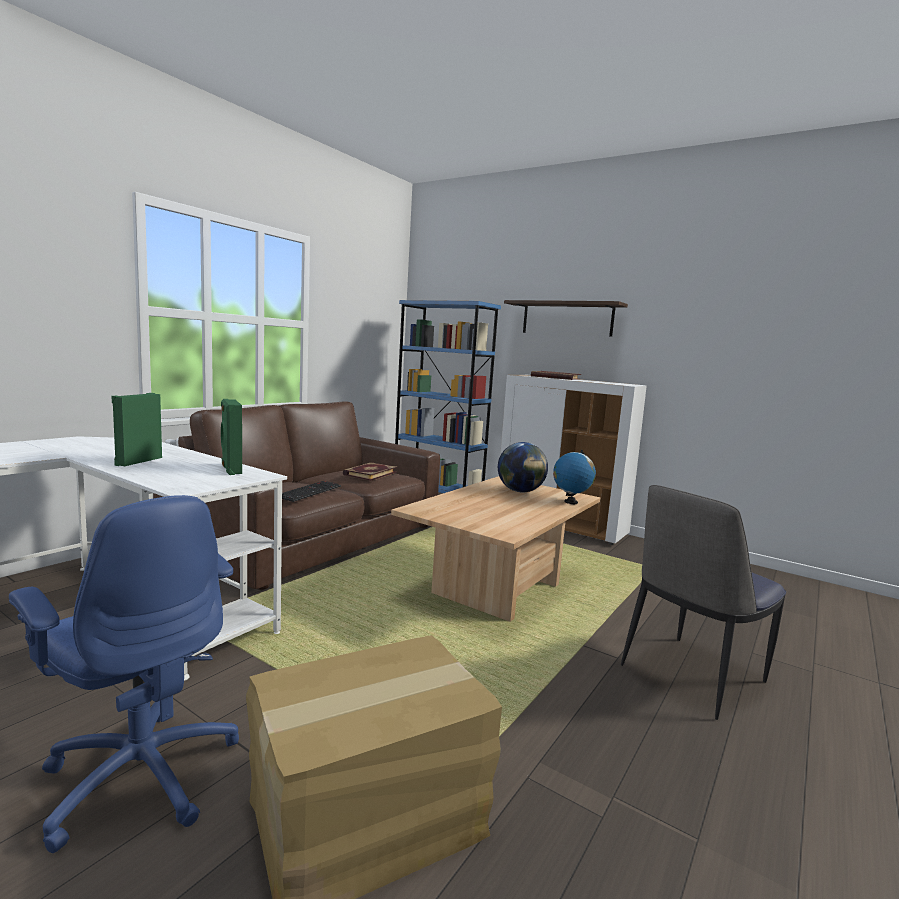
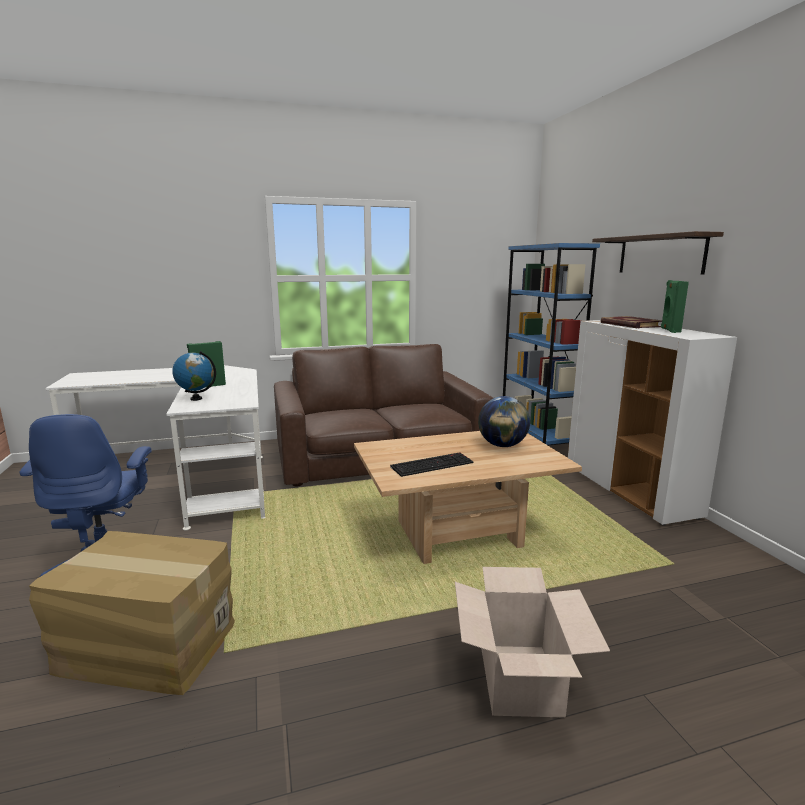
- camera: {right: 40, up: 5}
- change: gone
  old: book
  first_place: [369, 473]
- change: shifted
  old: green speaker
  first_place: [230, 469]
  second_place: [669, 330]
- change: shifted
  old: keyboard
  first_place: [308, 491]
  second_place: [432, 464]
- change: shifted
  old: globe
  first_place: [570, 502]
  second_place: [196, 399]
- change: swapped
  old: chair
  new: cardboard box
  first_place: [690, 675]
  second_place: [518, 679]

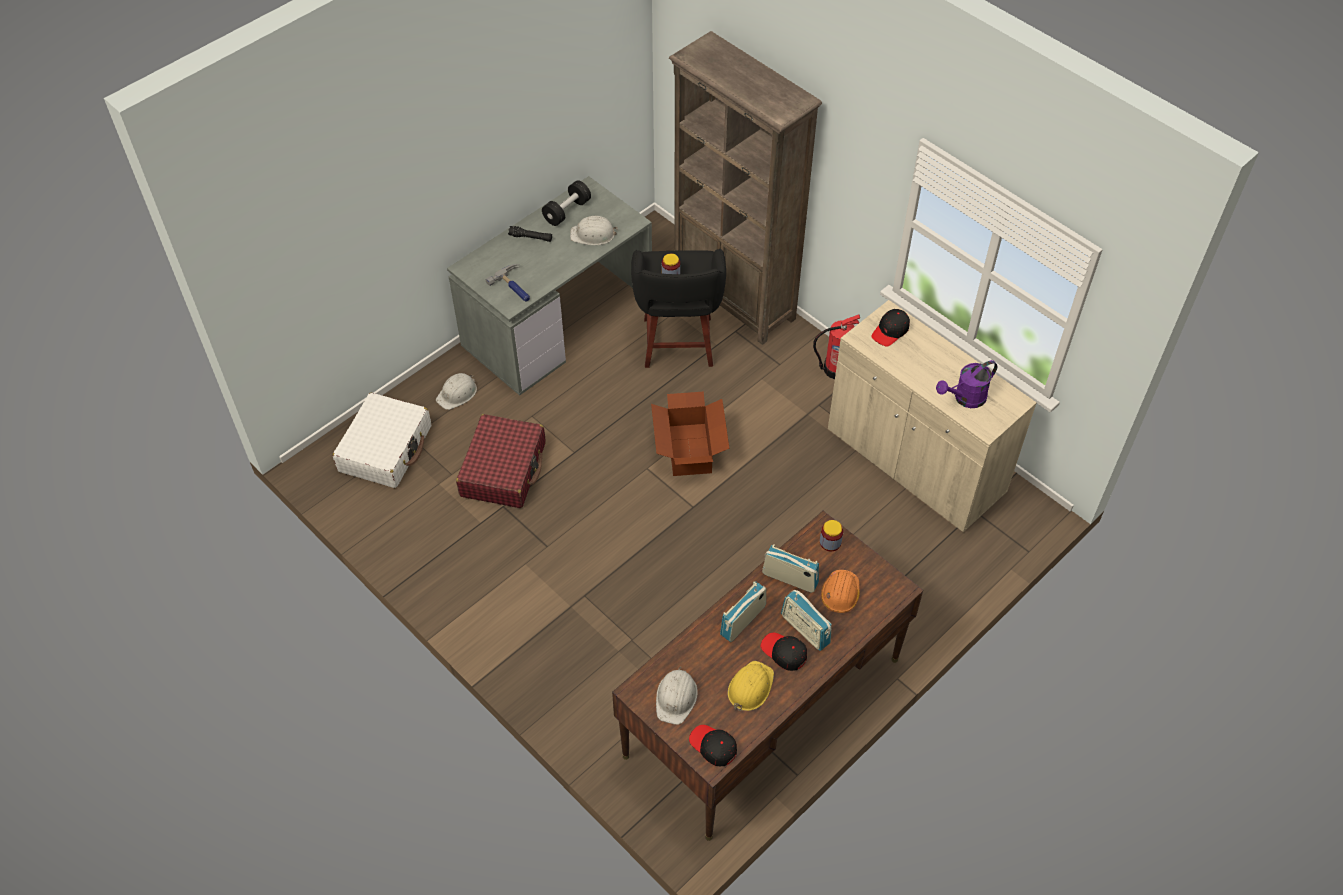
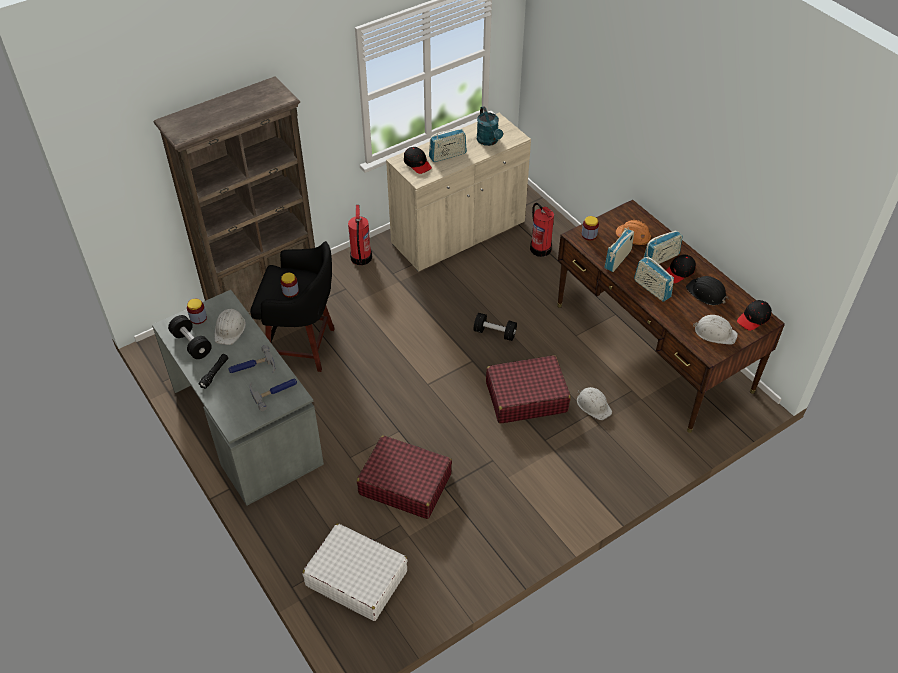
- camera: {right: -80, up: -5}
- change: gone
  old: cardboard box
  first_place: [690, 449]
- change: new
  new: jar
  second_place: [198, 318]
- change: new
  new: hammer
  second_place: [252, 367]
- change: new
  new: radio
  second_place: [447, 155]
- change: new
  new: black dumbbell
  second_place: [495, 333]
- change: new
  new: red suitcase
  second_place: [526, 397]
- change: new
  new: fire extinguisher
  second_place: [540, 248]
- change: shifted
  old: white hard hat
  first_place: [457, 393]
  second_place: [593, 405]
- change: repainted
  old: yellow hard hat
  new: black hard hat
  first_place: [750, 687]
  second_place: [706, 293]
- change: repainted
  old: purple watering can
  new: turquoise watering can
  first_place: [965, 399]
  second_place: [489, 141]

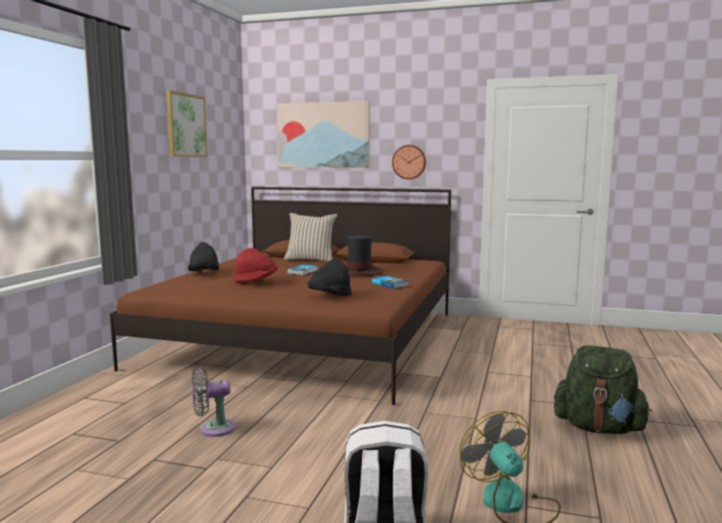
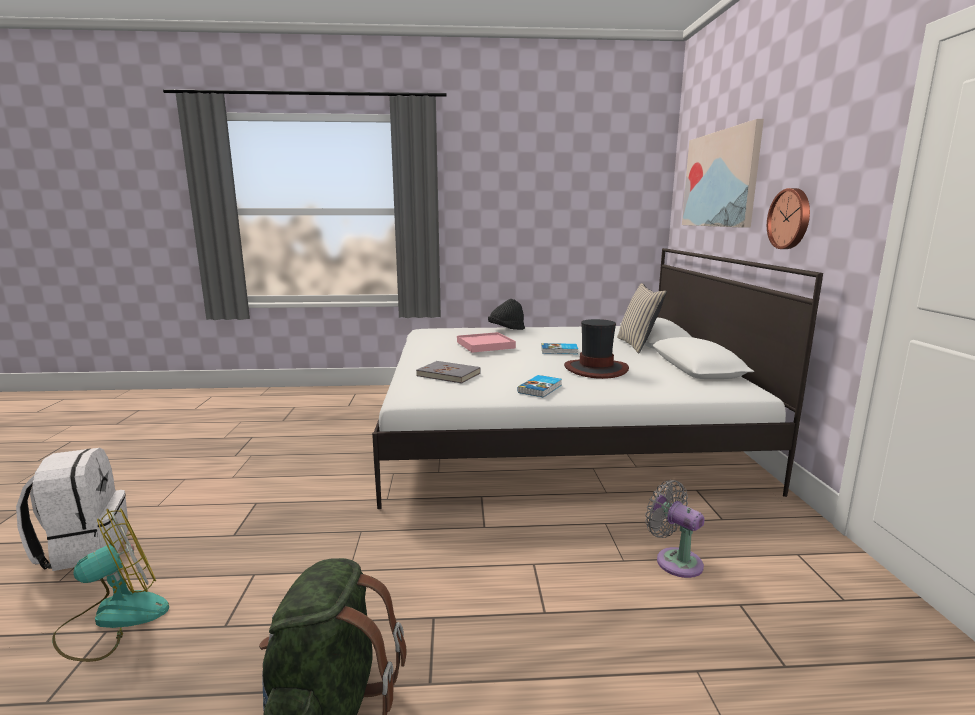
- camera: {right: 70, up: 5}
- change: gone
  old: picture
  first_place: [185, 125]
- change: shifted
  old: grey fan
  first_place: [213, 429]
  second_place: [674, 560]
- change: swapped
  old: red hat
  new: pink tray
  first_place: [256, 281]
  second_place: [485, 345]
- change: swapped
  old: black hat
  new: grey book
  first_place: [330, 296]
  second_place: [448, 374]
- change: repainted
  old: brown bed
  new: white bed
  first_place: [306, 338]
  second_place: [553, 429]

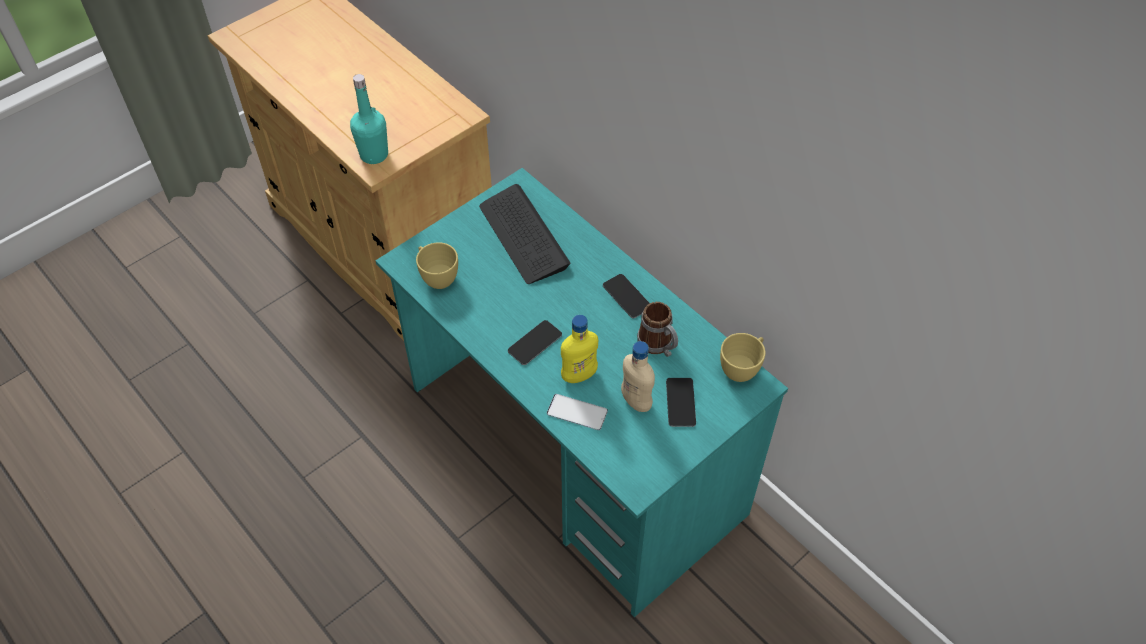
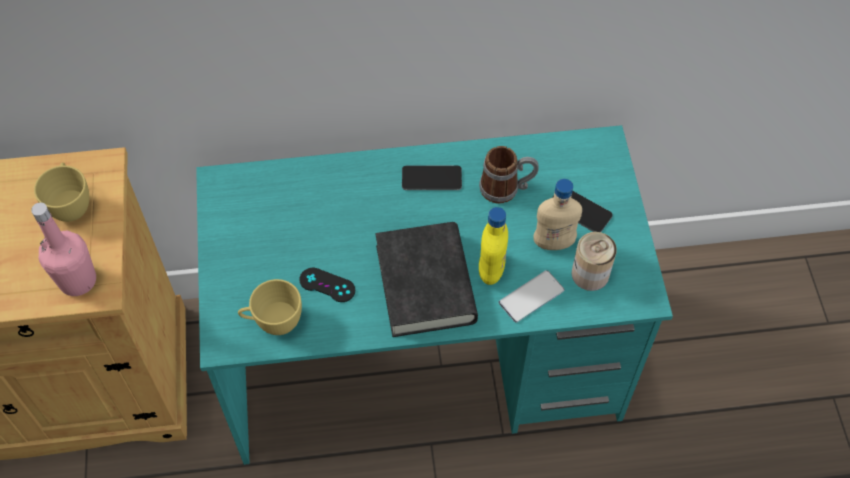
- camera: {right: -55, up: 5}
- change: gone
  old: keyboard
  first_place: [523, 236]
- change: new
  new: black game controller
  second_place: [327, 285]
- change: new
  new: can
  second_place: [590, 274]
- change: shifted
  old: yellow cup
  first_place: [742, 368]
  second_place: [71, 204]
- change: swapped
  old: phone
  new: black book
  first_place: [535, 343]
  second_place: [425, 284]
- change: repainted
  old: turquoise bottle
  new: pink bottle
  first_place: [374, 155]
  second_place: [78, 280]

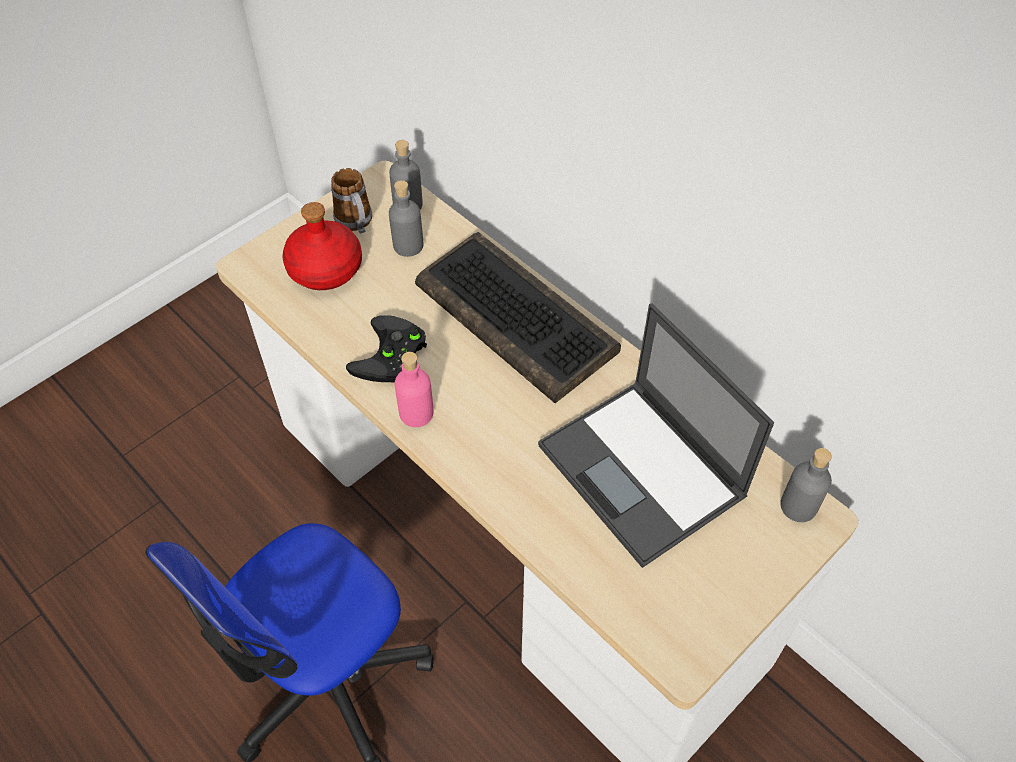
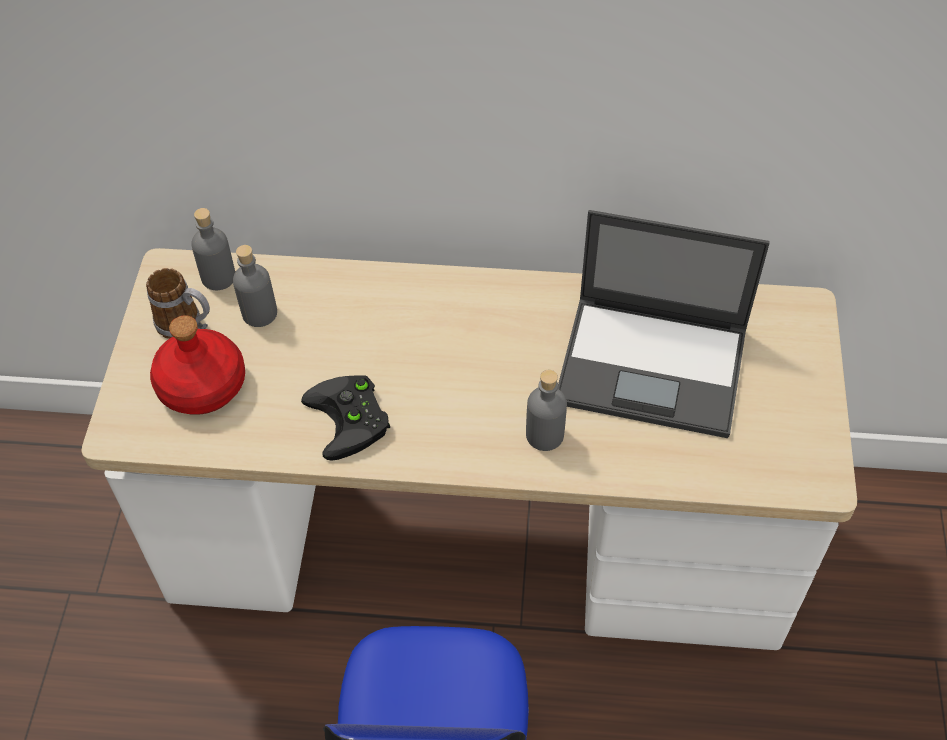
- camera: {right: -40, up: 0}
- change: gone
  old: pink bottle
  first_place: [416, 413]
- change: gone
  old: keyboard
  first_place: [518, 318]
- change: shifted
  old: grey bottle
  first_place: [798, 506]
  second_place: [544, 435]

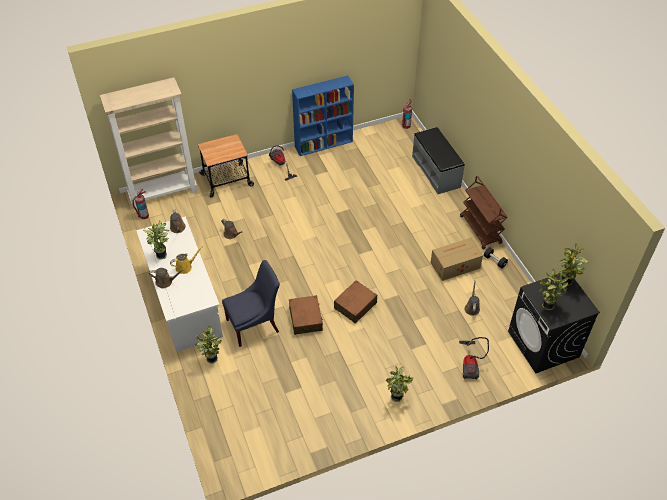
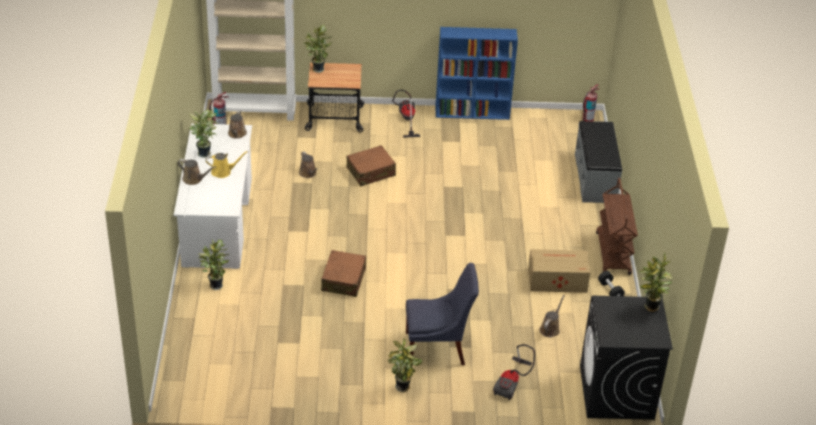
- camera: {right: 20, up: -10}
- change: shifted
  old: blue chair
  first_place: [255, 324]
  second_place: [438, 348]
- change: shifted
  old: brown suitcase
  first_place: [355, 305]
  second_place: [371, 172]
- change: shifted
  old: potted plant
  first_place: [546, 305]
  second_place: [317, 69]

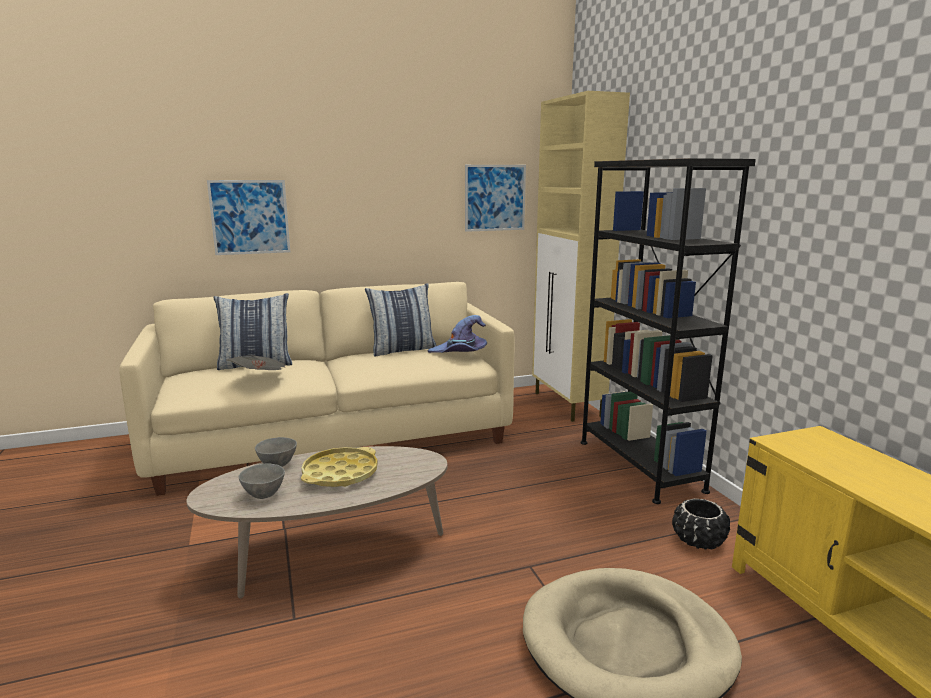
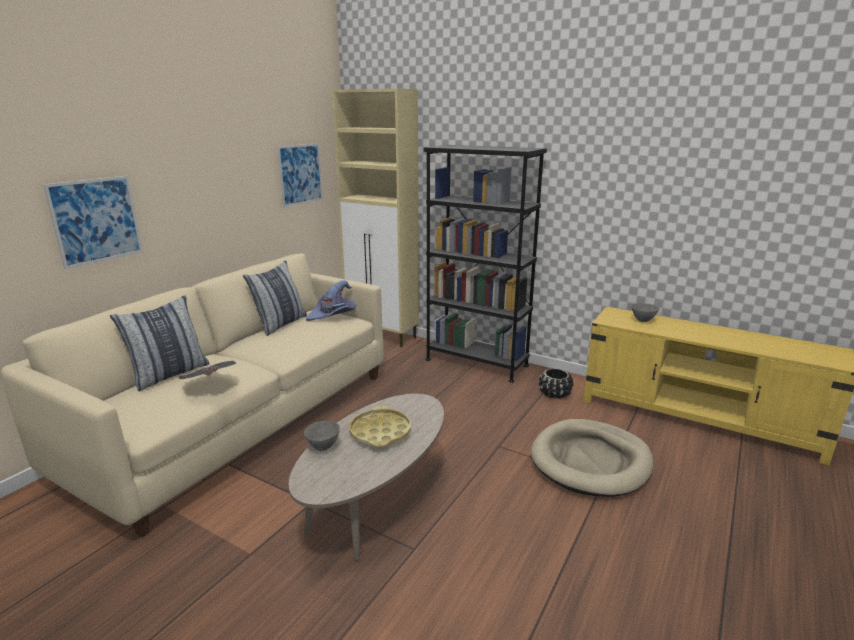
- camera: {right: -40, up: 5}
- change: shifted
  old: grey bowl
  first_place: [264, 495]
  second_place: [643, 320]

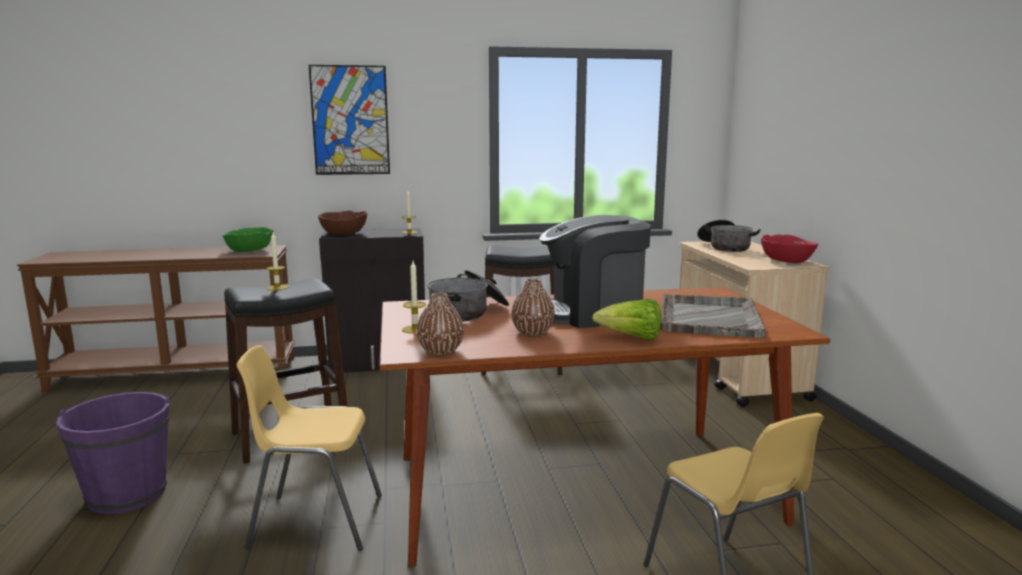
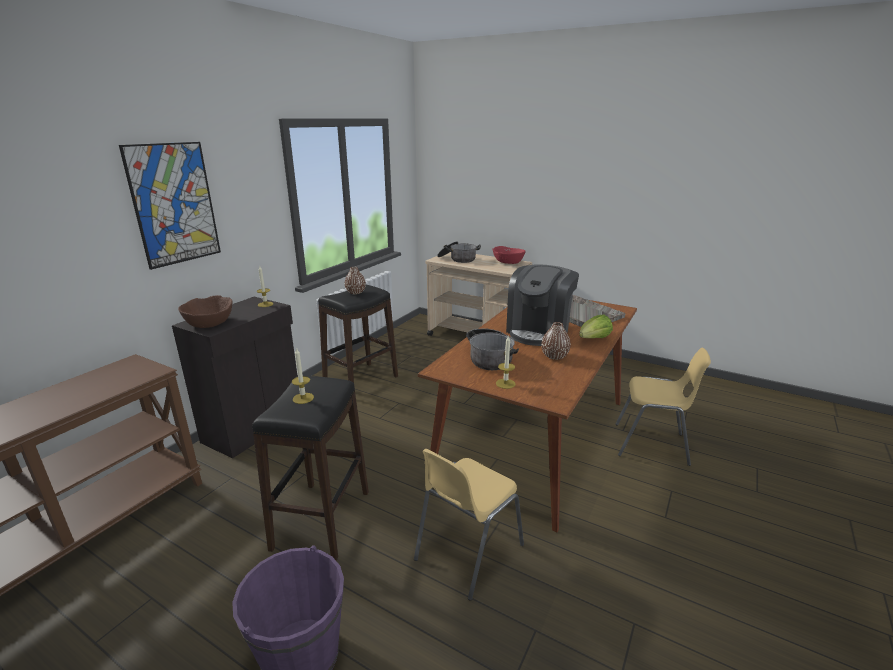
- camera: {right: -50, up: 10}
- change: gone
  old: green bowl
  first_place: [249, 250]
- change: shifted
  old: brown vase
  first_place: [440, 351]
  second_place: [355, 292]

